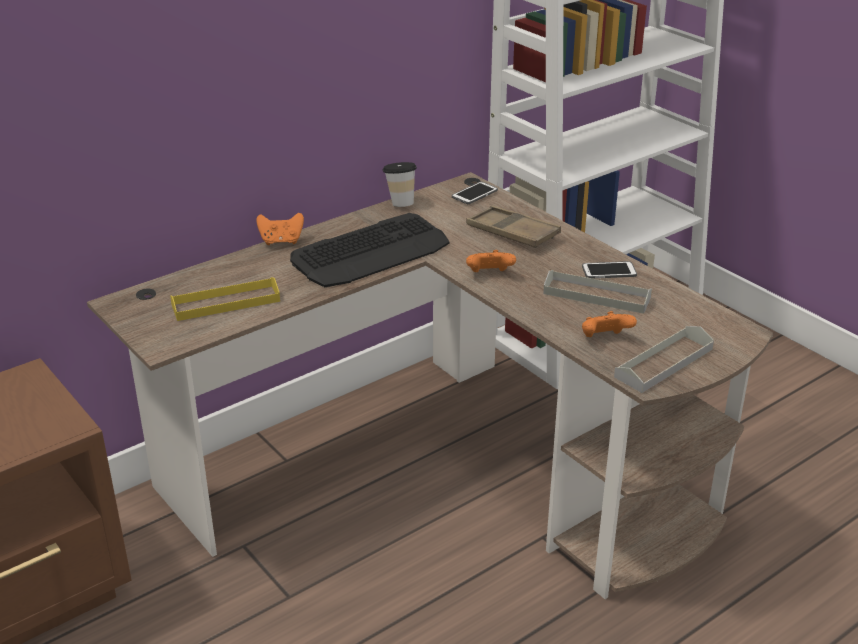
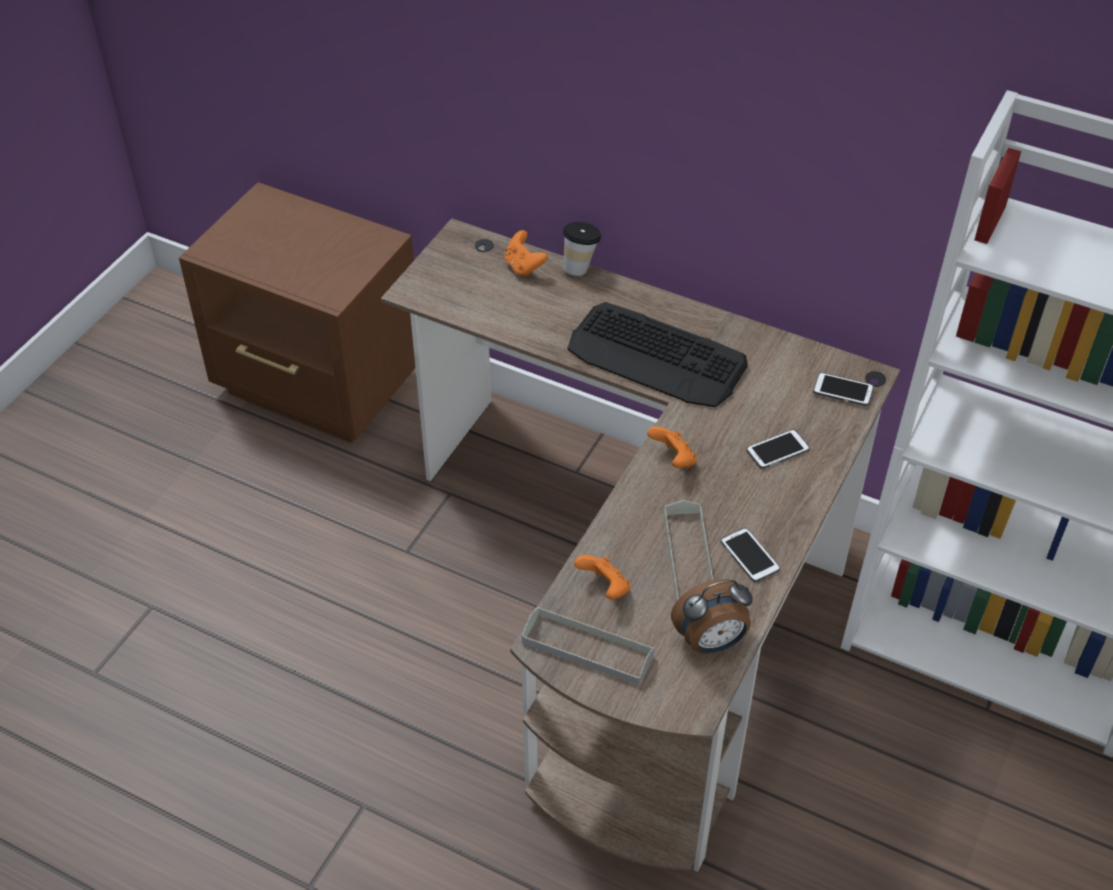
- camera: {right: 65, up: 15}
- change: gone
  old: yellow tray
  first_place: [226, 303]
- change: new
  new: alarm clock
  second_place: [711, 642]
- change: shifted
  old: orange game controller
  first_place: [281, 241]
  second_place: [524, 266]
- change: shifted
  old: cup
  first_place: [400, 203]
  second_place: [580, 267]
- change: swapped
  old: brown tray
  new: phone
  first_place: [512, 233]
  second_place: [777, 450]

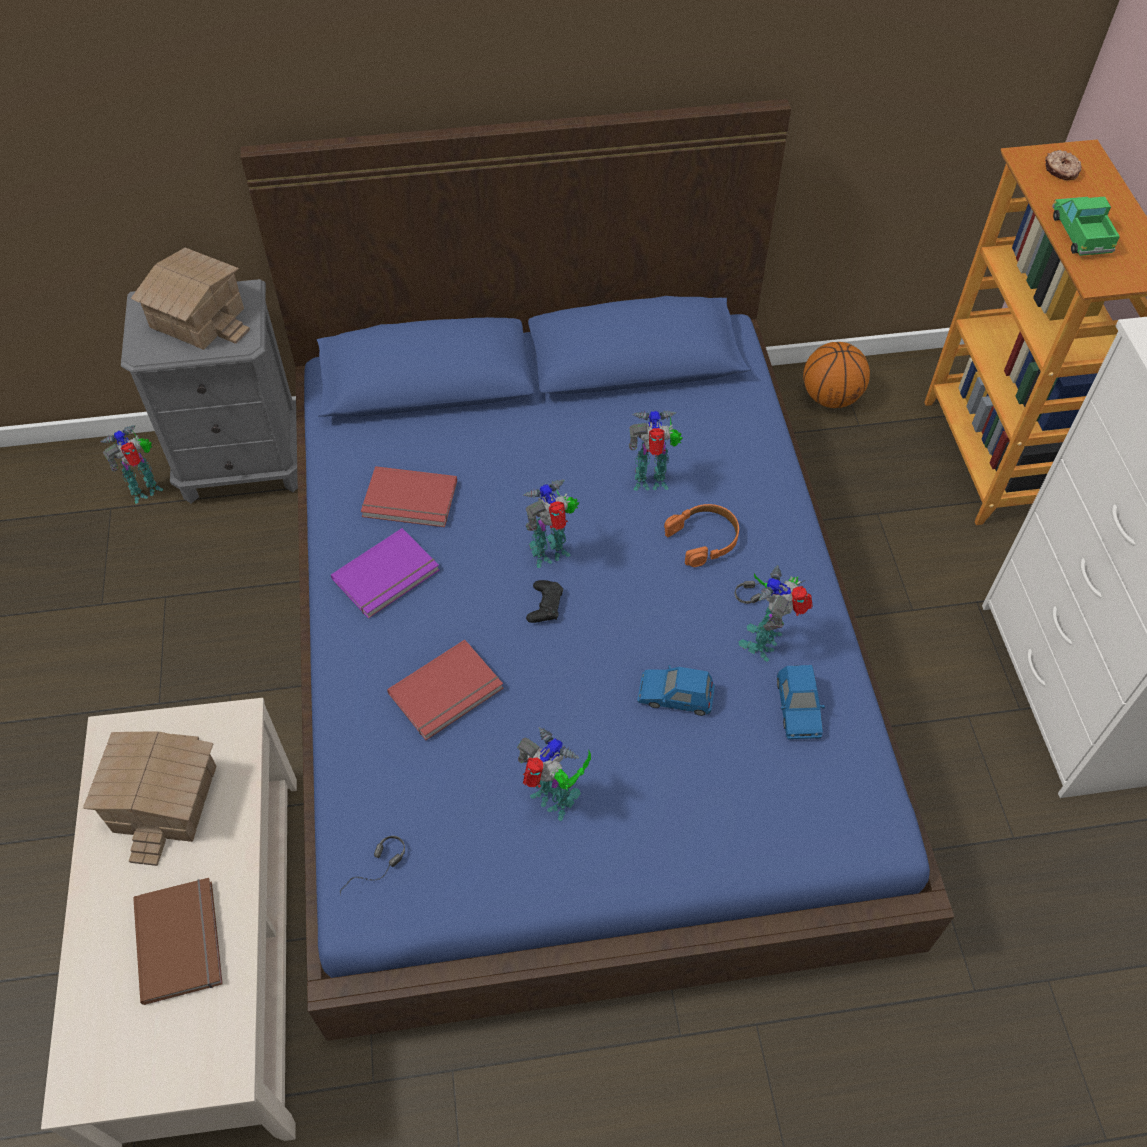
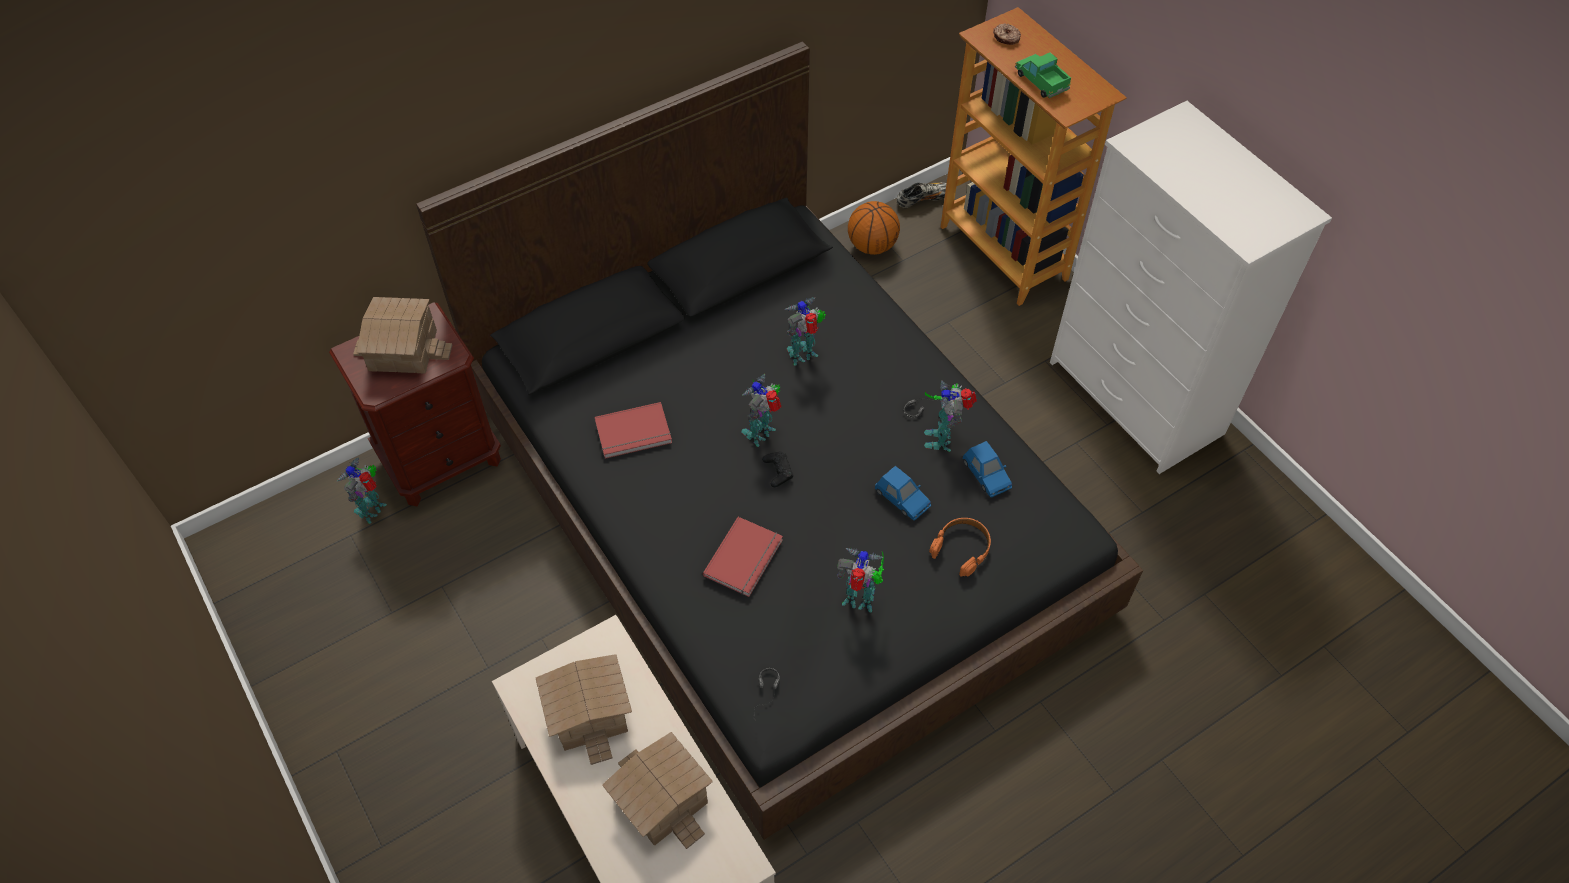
- camera: {right: -25, up: 0}
- change: gone
  old: purple book
  first_place: [388, 576]
- change: new
  new: shoe
  second_place: [923, 200]
- change: shifted
  old: orange headphones
  first_place: [704, 538]
  second_place: [962, 548]
- change: swapped
  old: brown book
  new: toy house
  first_place: [182, 940]
  second_place: [662, 797]
- change: repainted
  old: grey nightstand
  new: brown nightstand
  first_place: [243, 464]
  second_place: [441, 459]
- change: repainted
  old: blue bed
  new: black bed
  first_place: [574, 648]
  second_place: [783, 501]
- change: rotated
  old: blue toy car
  first_place: [675, 696]
  second_place: [902, 498]
  degrees: -120

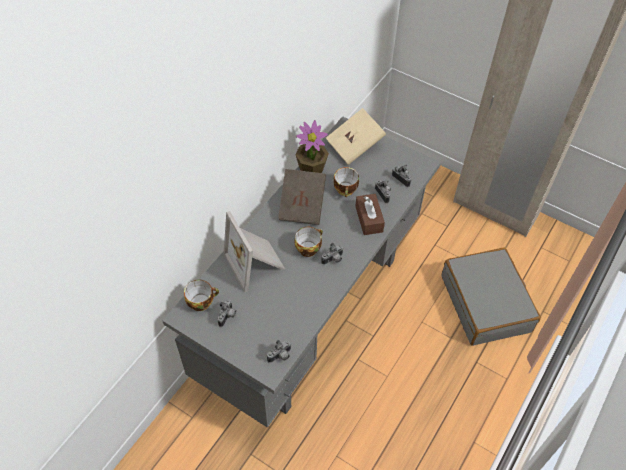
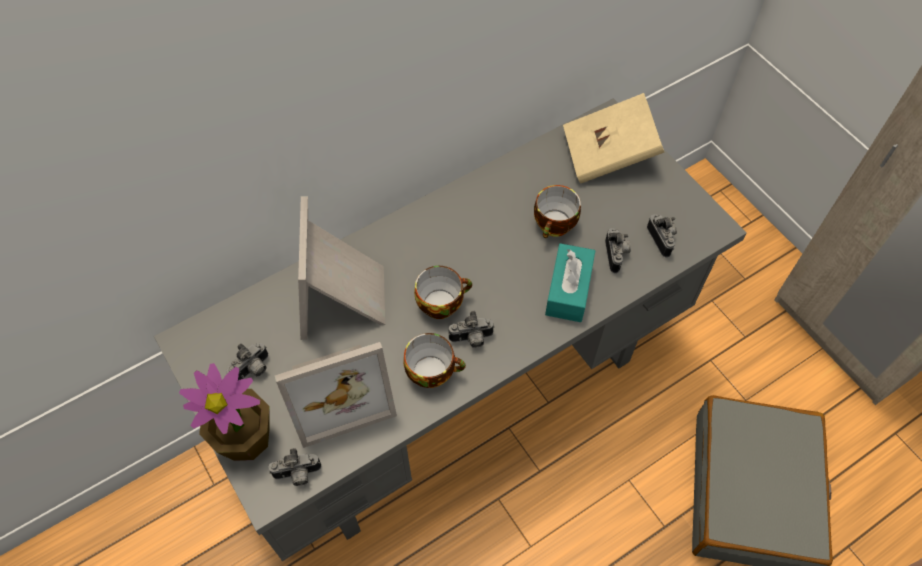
- camera: {right: 25, up: 5}
- change: gone
  old: brown book
  first_place: [302, 205]
- change: new
  new: picture frame
  second_place: [337, 391]
- change: shifted
  old: cup
  first_place: [202, 301]
  second_place: [433, 371]
- change: shifted
  old: potted plant
  first_place: [311, 169]
  second_place: [246, 438]
- change: repainted
  old: brown tissue box
  new: turquoise tissue box
  first_place: [369, 219]
  second_place: [568, 290]

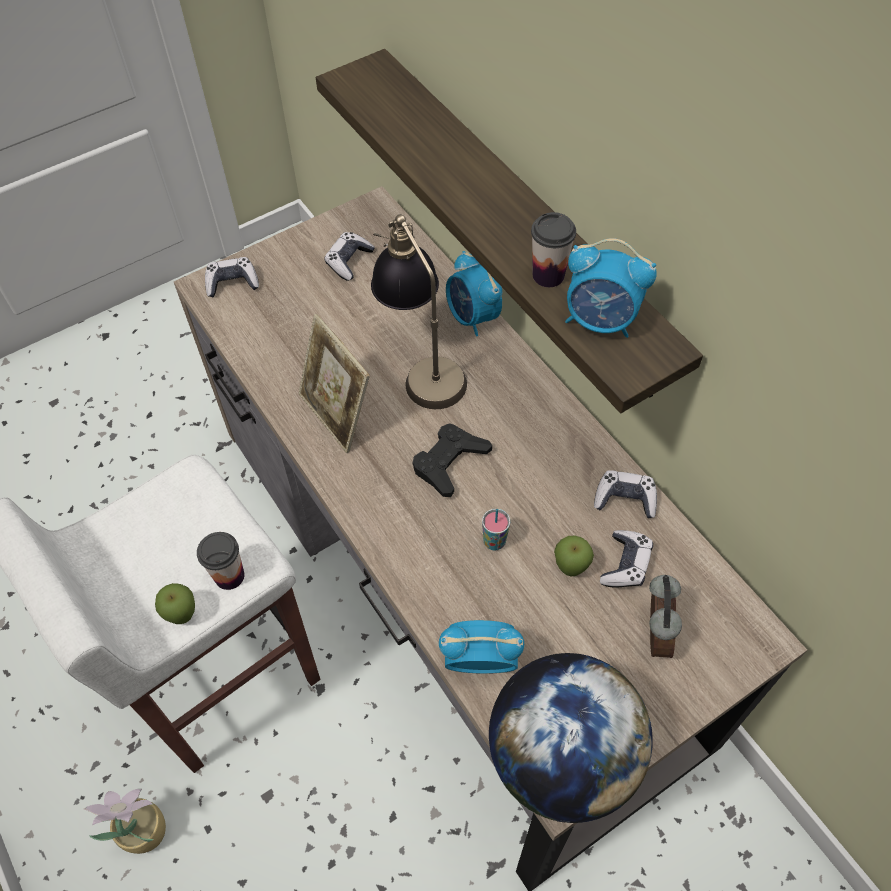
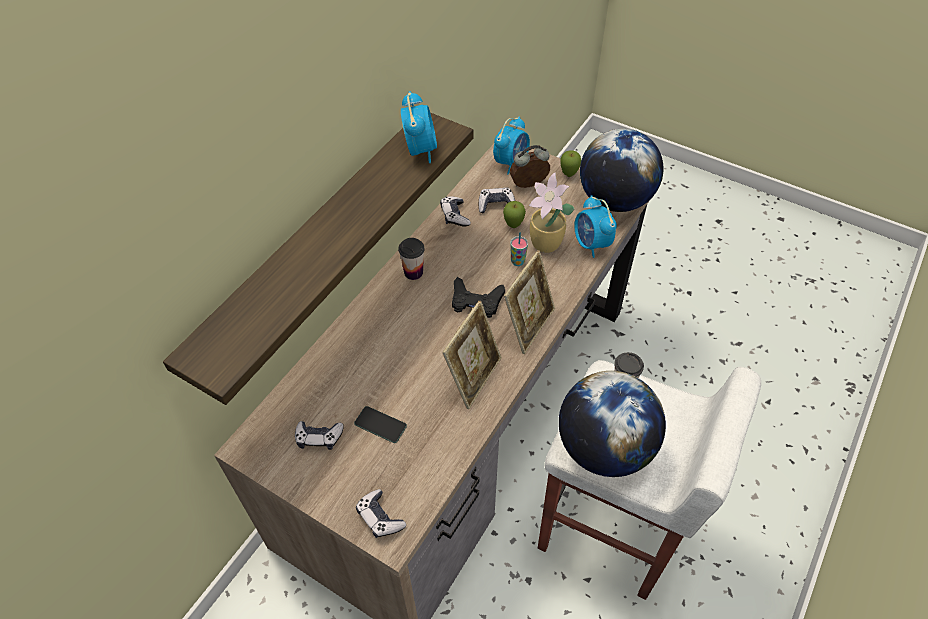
- camera: {right: -115, up: -5}
- change: gone
  old: table lamp
  first_place: [422, 365]
- change: new
  new: phone
  second_place: [380, 425]
- change: new
  new: picture frame
  second_place: [528, 325]
- change: new
  new: globe
  second_place: [604, 448]
- change: shifted
  old: potted plant
  first_place: [145, 831]
  second_place: [546, 244]
- change: shifted
  old: apple
  first_place: [183, 615]
  second_place: [569, 174]
- change: shifted
  old: alarm clock
  first_place: [472, 317]
  second_place: [511, 162]
- change: shifted
  old: cup
  first_place: [548, 275]
  second_place: [413, 272]

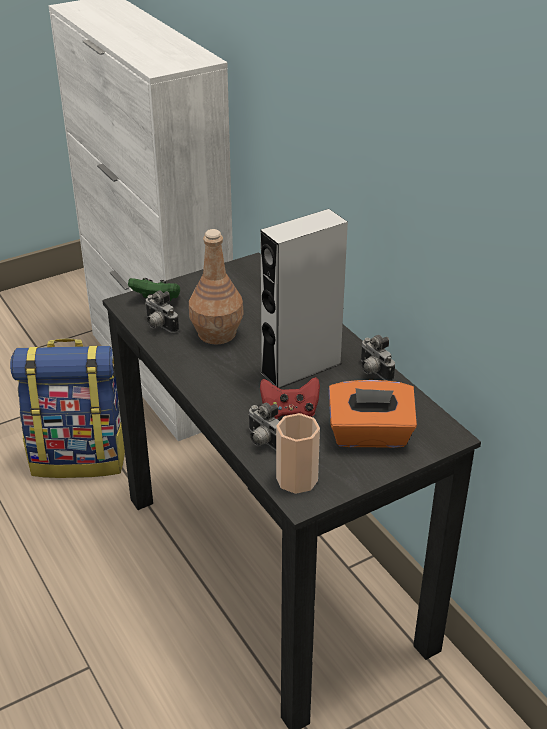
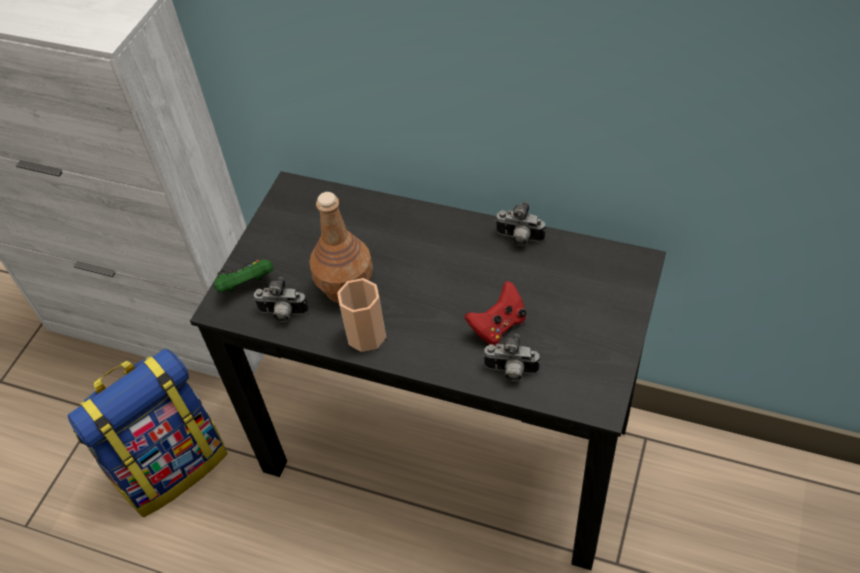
- camera: {right: -35, up: 15}
- change: gone
  old: grey speaker
  first_place: [301, 368]
- change: gone
  old: orange tissue box
  first_place: [370, 435]
- change: shifted
  old: cup
  first_place: [297, 479]
  second_place: [366, 335]

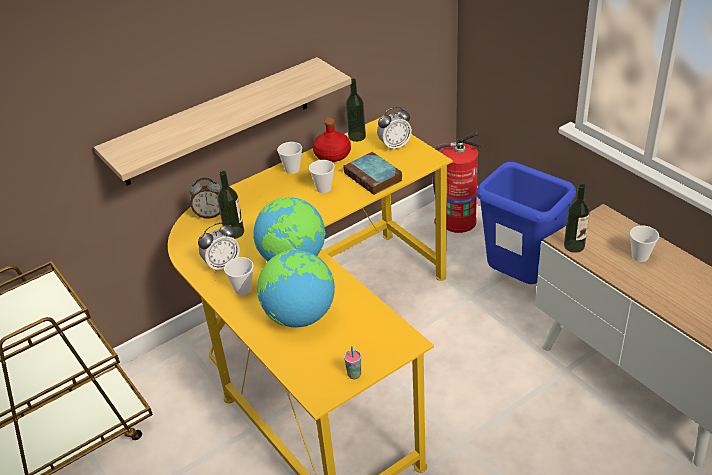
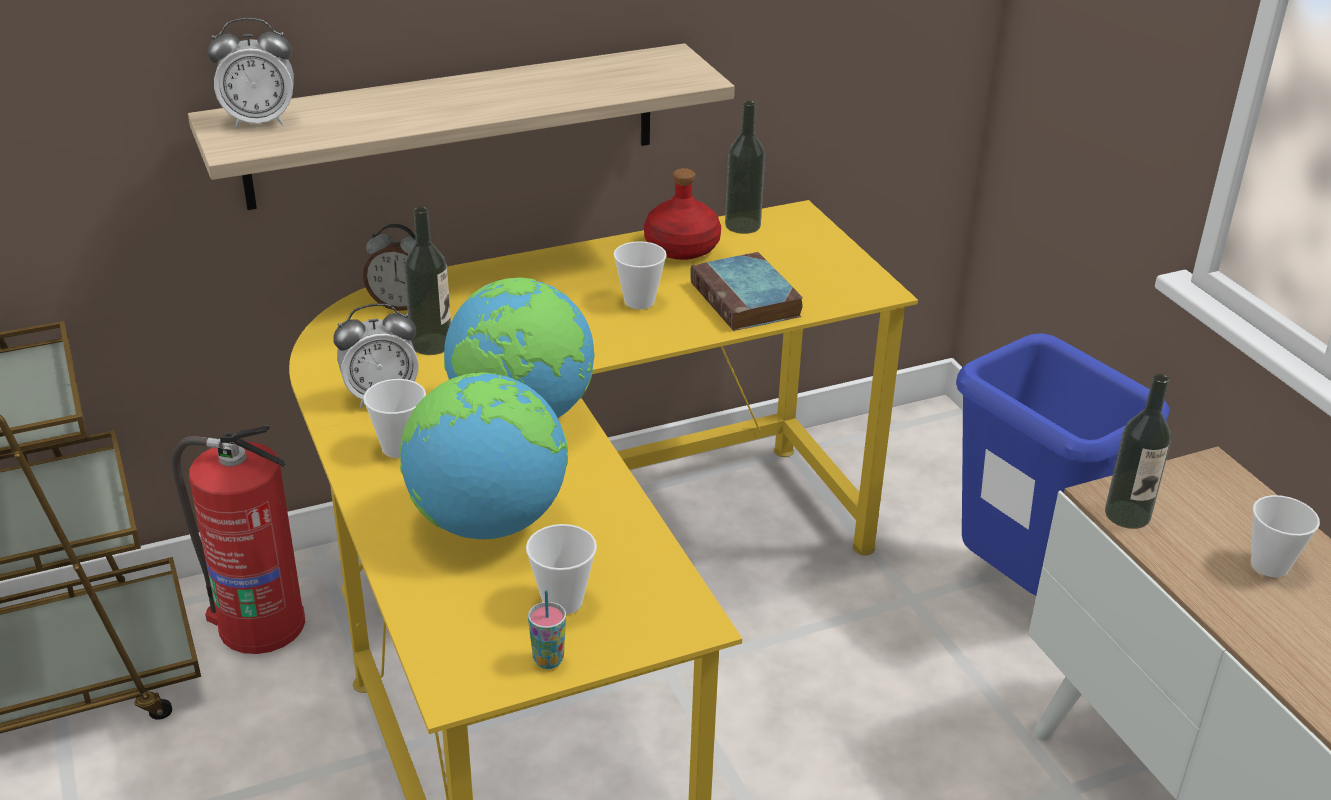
- camera: {right: 10, up: -5}
- change: shifted
  old: cup
  first_place: [292, 170]
  second_place: [562, 601]
- change: shifted
  old: alarm clock
  first_place: [394, 146]
  second_place: [260, 121]
- change: shifted
  old: fire extinguisher
  first_place: [457, 221]
  second_place: [259, 624]

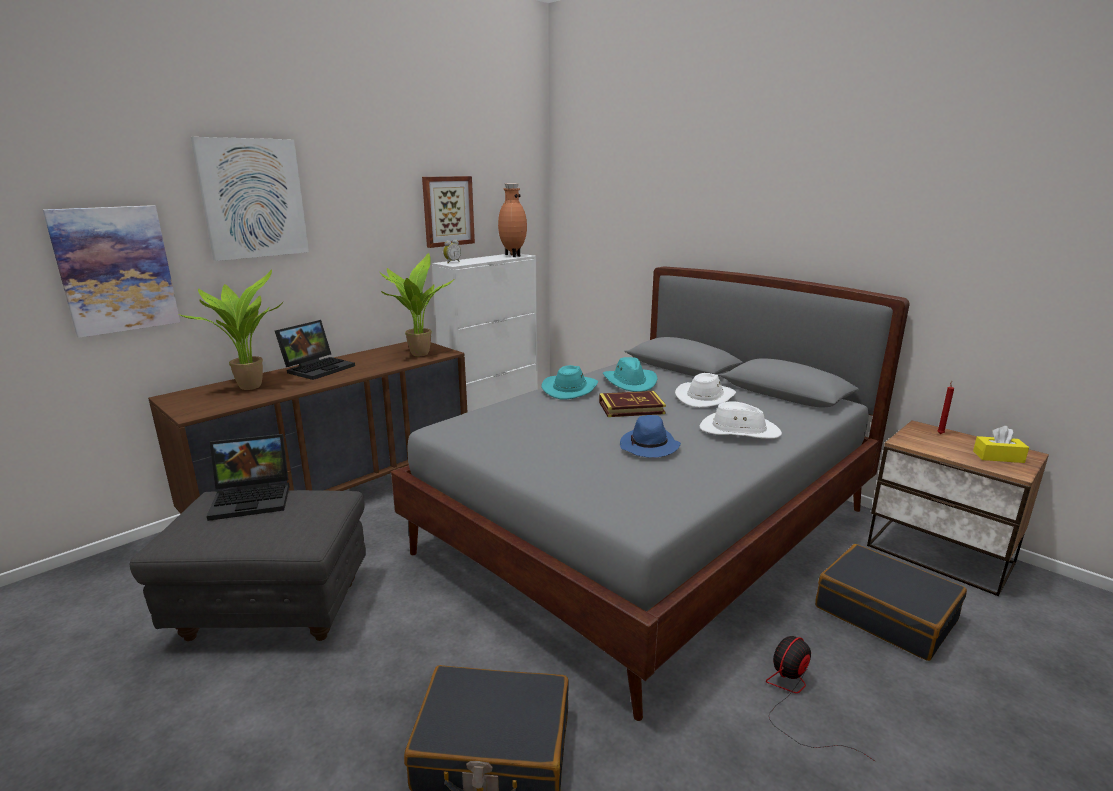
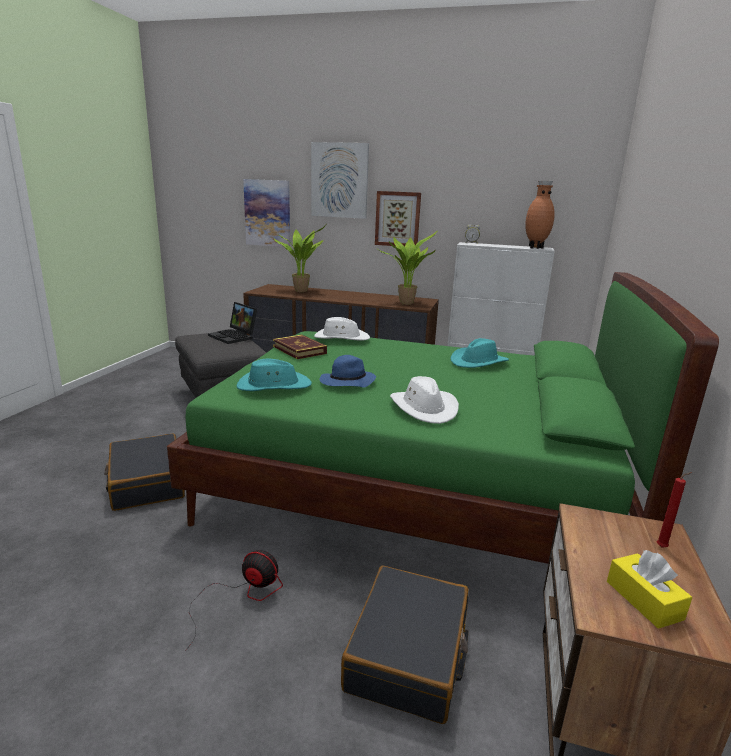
- camera: {right: 60, up: 0}
- change: gone
  old: laptop
  first_place: [318, 368]
- change: shifted
  old: picture
  first_place: [447, 211]
  second_place: [397, 219]
- change: shifted
  old: turquoise hat
  first_place: [570, 389]
  second_place: [273, 386]
- change: shifted
  old: book
  first_place: [631, 408]
  second_place: [299, 350]
- change: shifted
  old: white hat
  first_place: [705, 397]
  second_place: [341, 338]
- change: repainted
  old: grey bed
  new: green bed
  first_place: [649, 531]
  second_place: [413, 487]

